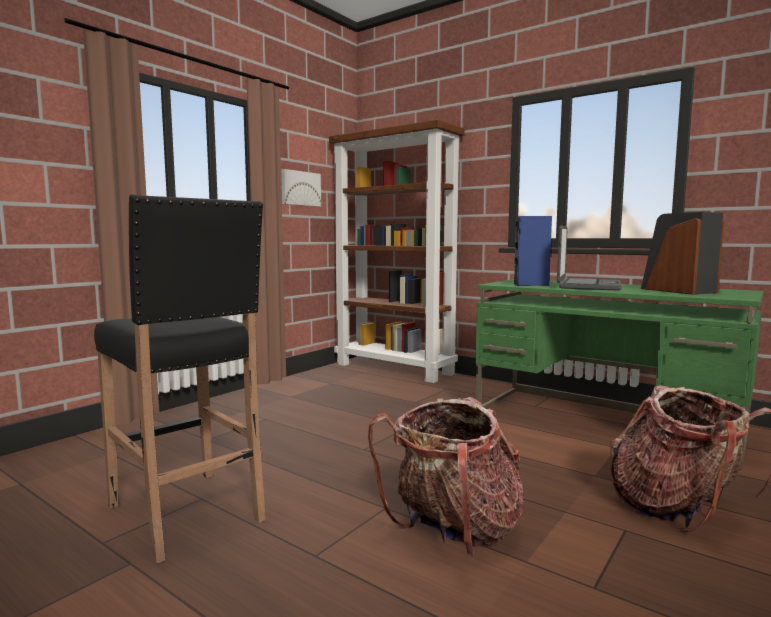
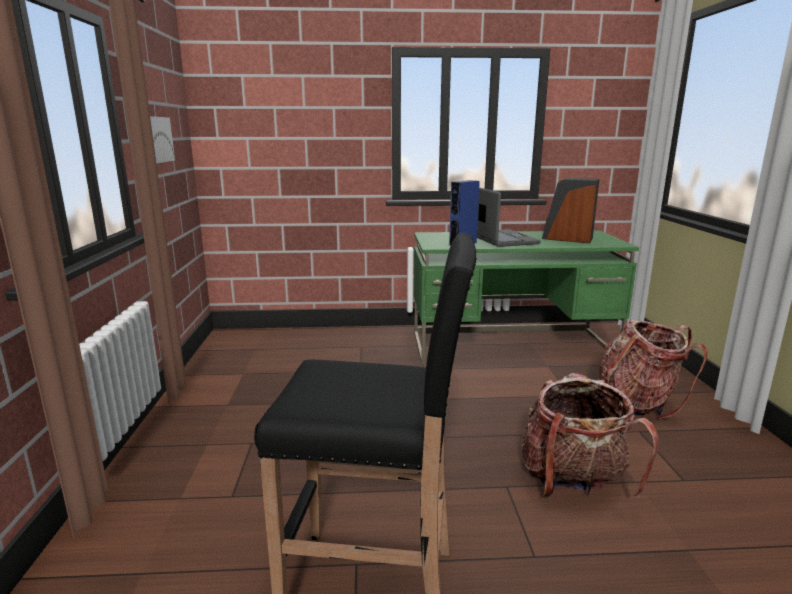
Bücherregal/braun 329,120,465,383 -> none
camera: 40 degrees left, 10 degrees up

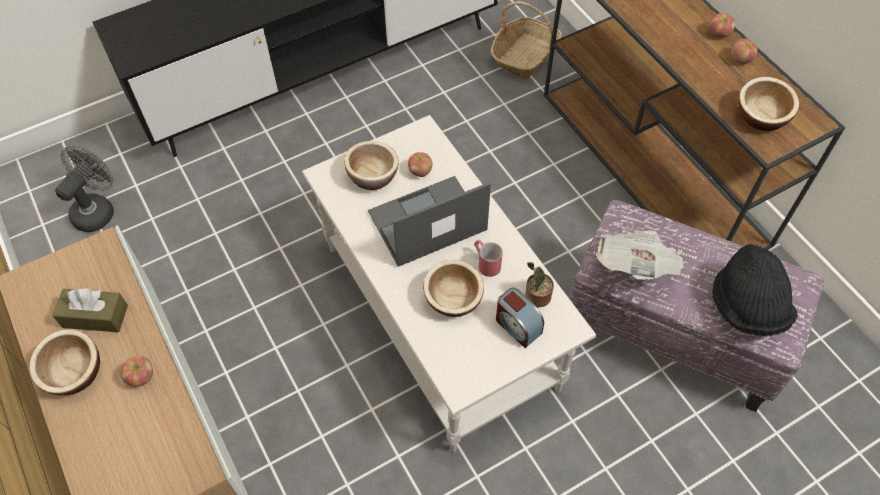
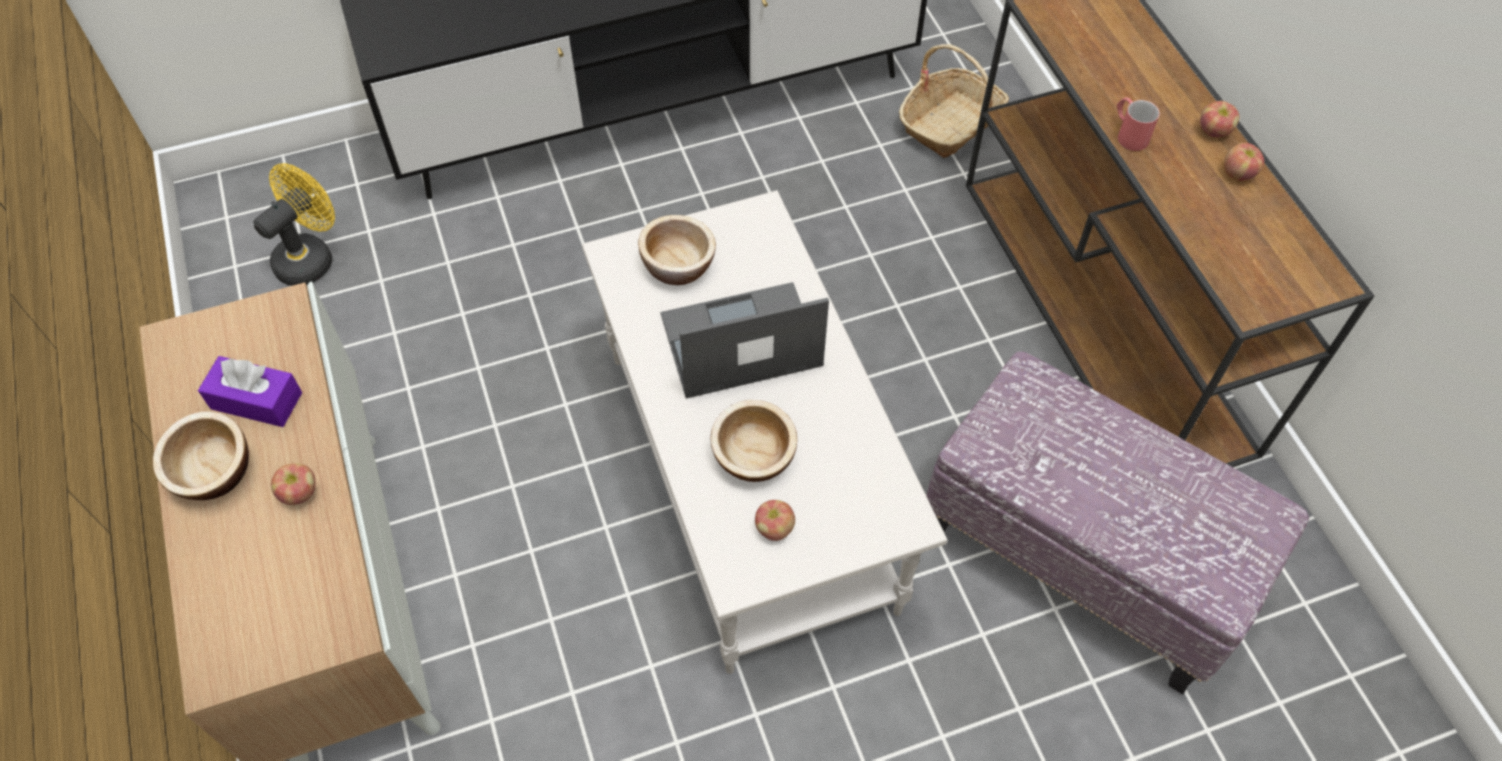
Wecker 496,287,544,348 -> none
Topfpflanze 525,262,554,307 -> none
Zeitung 596,230,686,280 -> none
Hut/schwarz 712,244,798,336 -> none
Schüssel 738,77,799,131 -> none
Apfel 408,152,433,177 -> Apfel 755,500,795,541, move
Henkelbecher/rot 474,240,503,277 -> Henkelbecher/rot 1117,97,1160,151, move
Taschentuchbox/braun 53,288,128,332 -> Taschentuchbox/lila 198,356,302,427
Ventilator/grau 55,146,114,232 -> Ventilator/gelb 254,163,335,286
camera: 10 degrees right, 0 degrees up

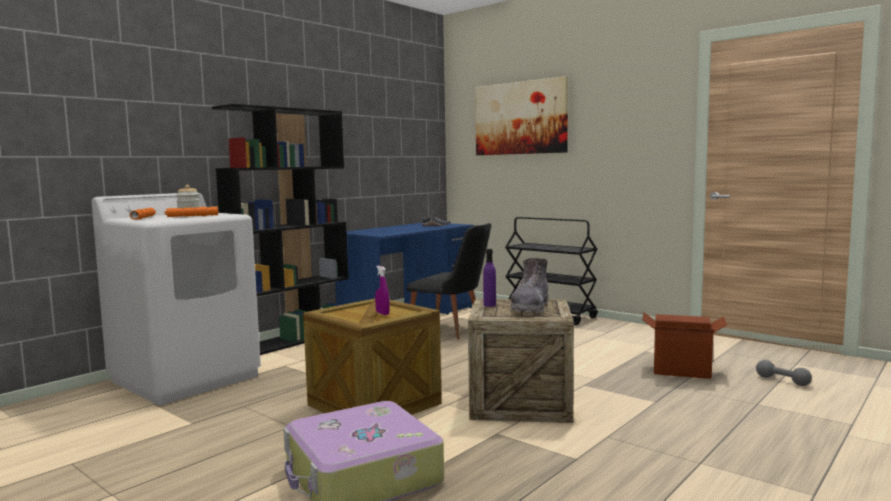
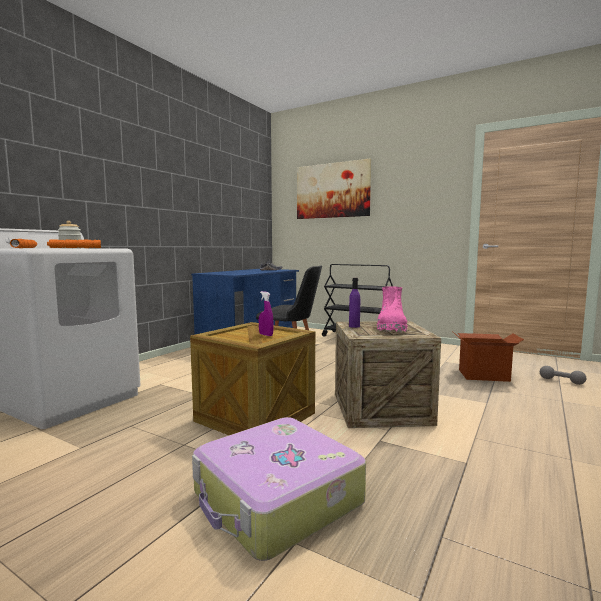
Bücherregal/schwarz 212,104,349,355 -> none
Stiefel/grau 510,258,548,314 -> Stiefel/rosa 377,286,407,332
camera: 10 degrees left, 0 degrees up

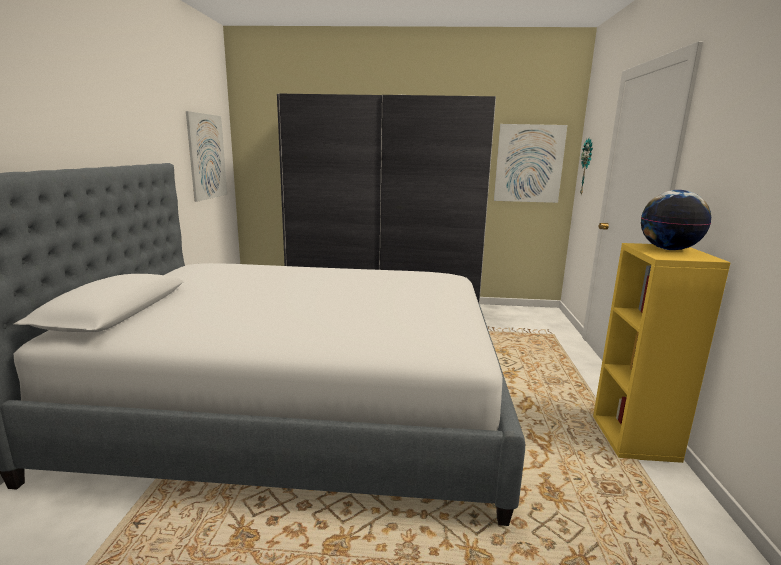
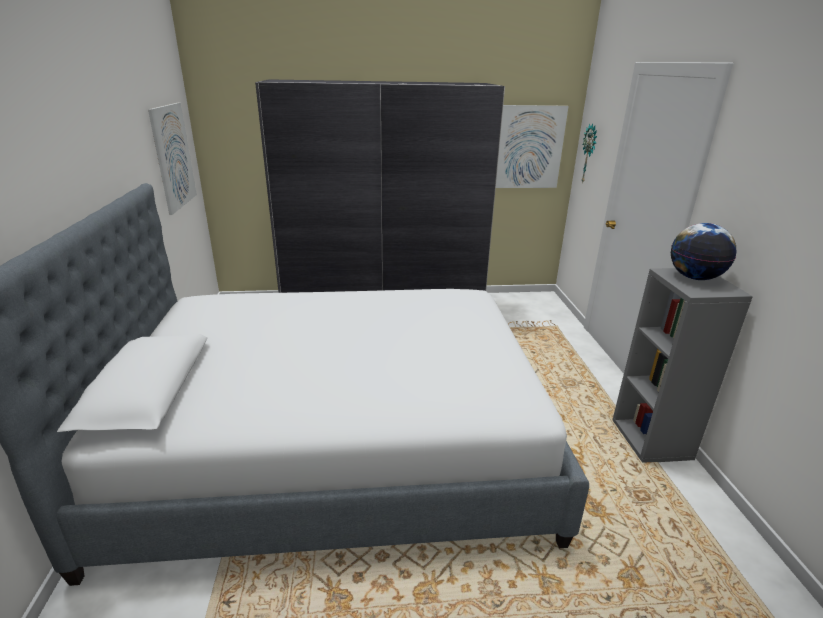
Bücherregal/gelb 593,243,731,463 -> Bücherregal/grau 613,268,753,463
camera: 10 degrees left, 10 degrees up

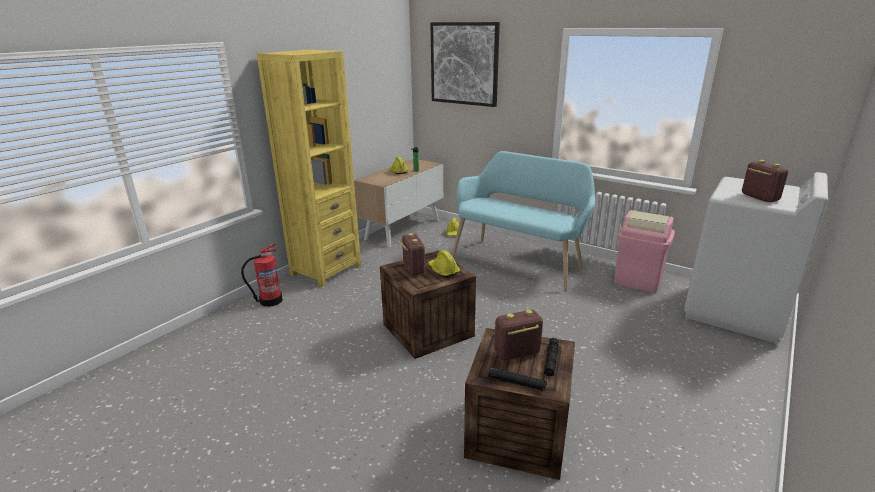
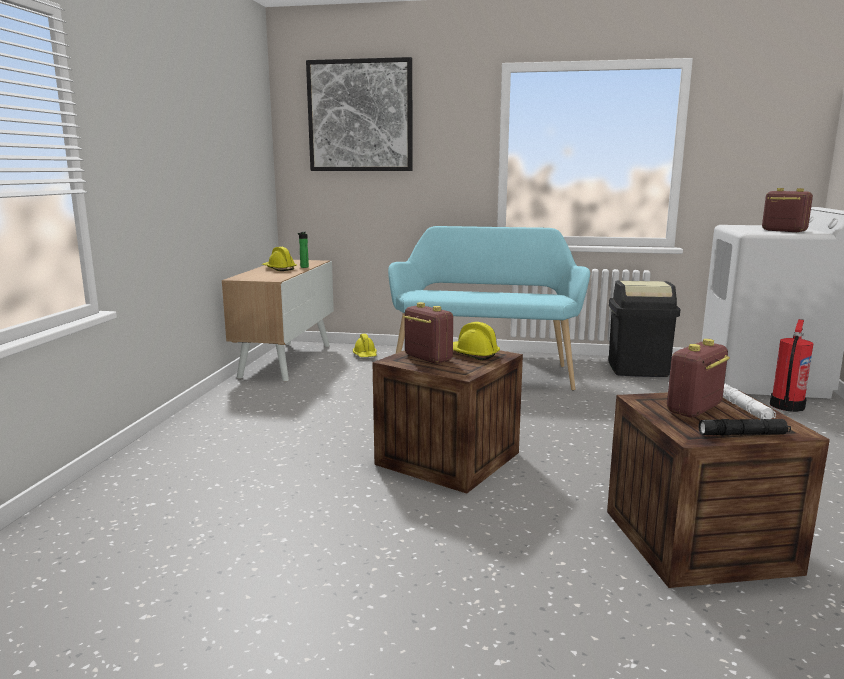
Bücherregal/gelb 257,50,361,287 -> none
Feuerlöscher 241,243,283,307 -> Feuerlöscher 770,319,813,412, move
Taschenlampe/schwarz 544,338,559,377 -> Taschenlampe/weiß 723,383,776,420
Mülleimer/rosa 614,210,675,293 -> Mülleimer/schwarz 609,280,681,377
camera: 25 degrees left, 10 degrees down

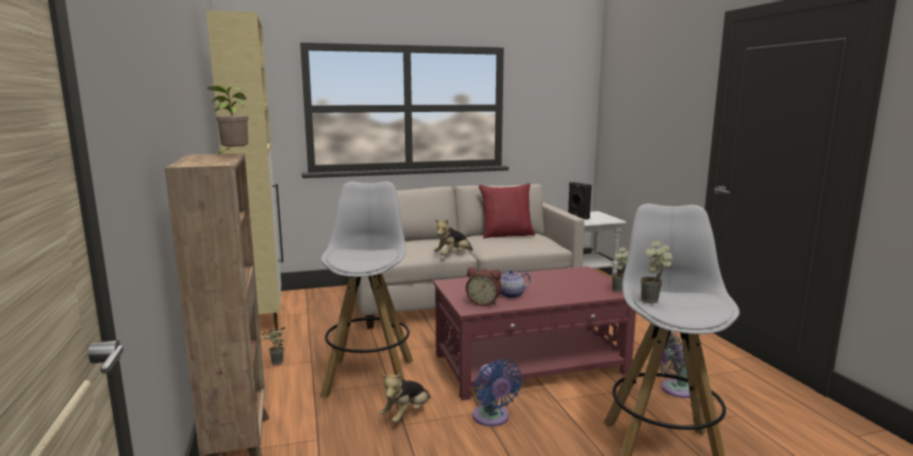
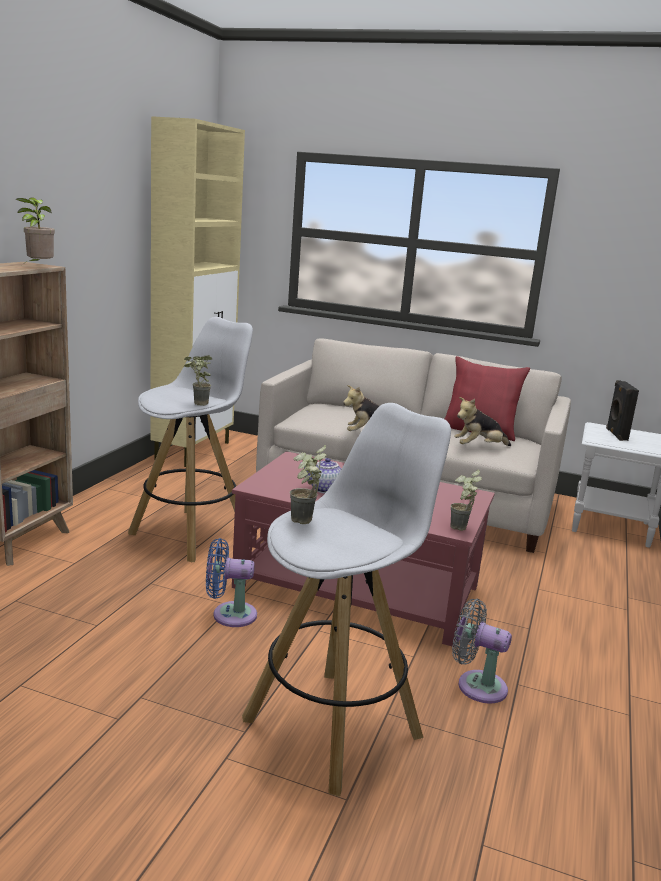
Wecker 466,267,502,306 -> none
Topfpflanze 262,327,285,366 -> Topfpflanze 184,355,212,406, move
Plüschtier 380,373,431,423 -> Plüschtier 454,397,511,446, move
Ventilator/blau 472,359,522,427 -> Ventilator/blau 206,538,257,627, 75 degrees clockwise
camera: 35 degrees right, 5 degrees up

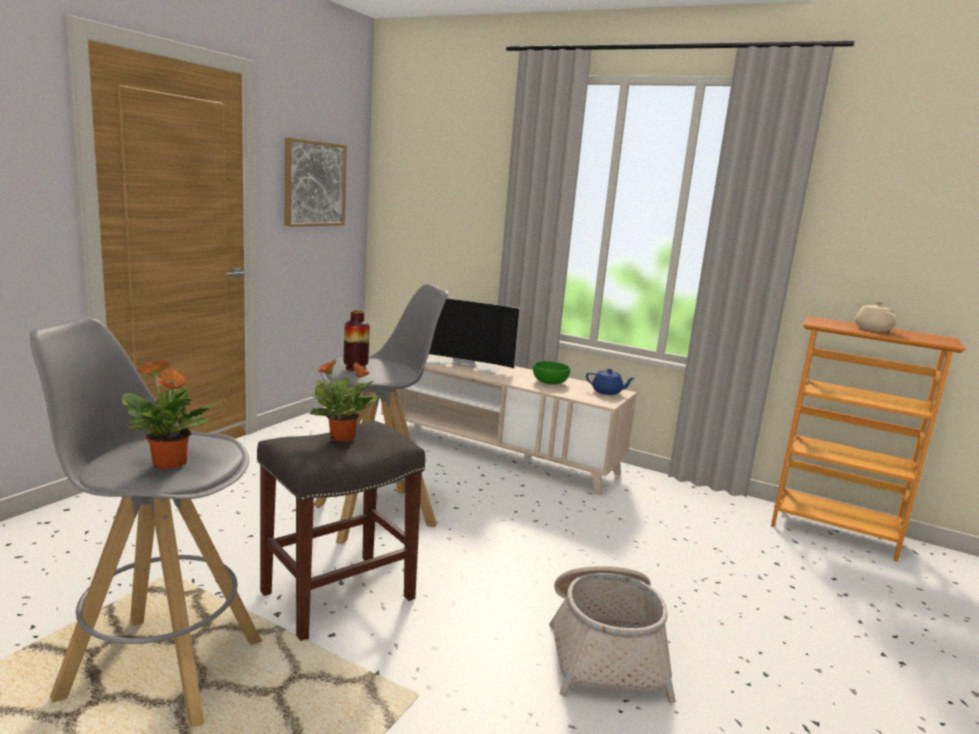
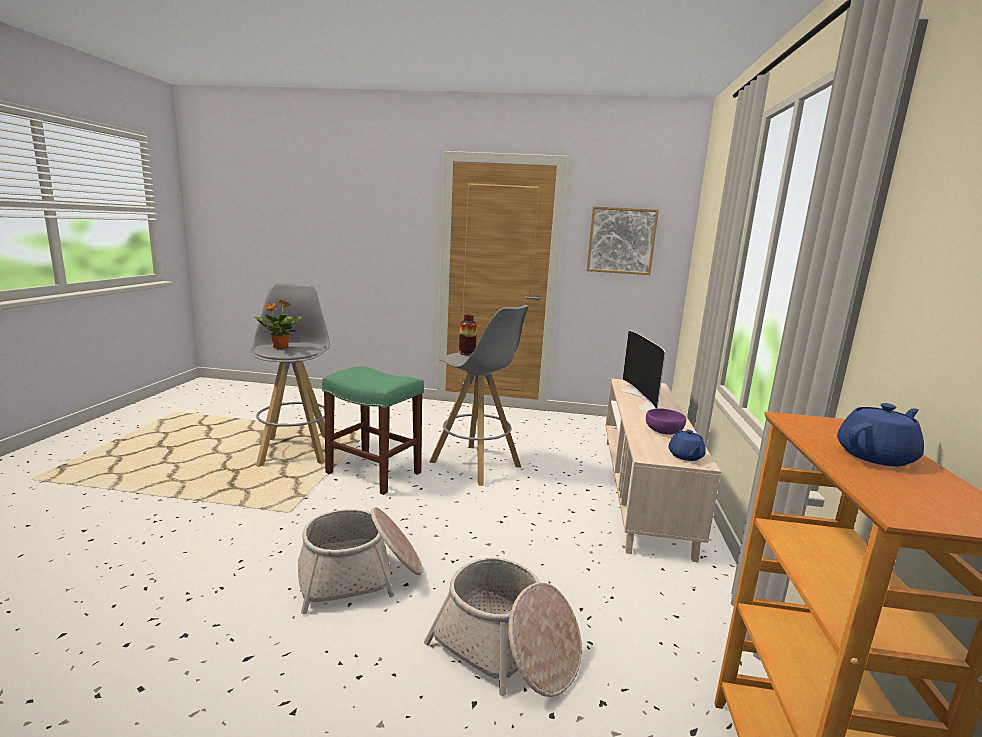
Topfpflanze 307,360,379,442 -> none
none -> Korb 424,557,582,697
Hocker/grau 257,421,425,641 -> Hocker/grün 322,366,424,495
Schüssel/grün 533,361,570,384 -> Schüssel/lila 646,408,686,435
Teekanne/beige 855,301,897,332 -> Teekanne/blau 837,403,924,466
camera: 70 degrees right, 0 degrees up

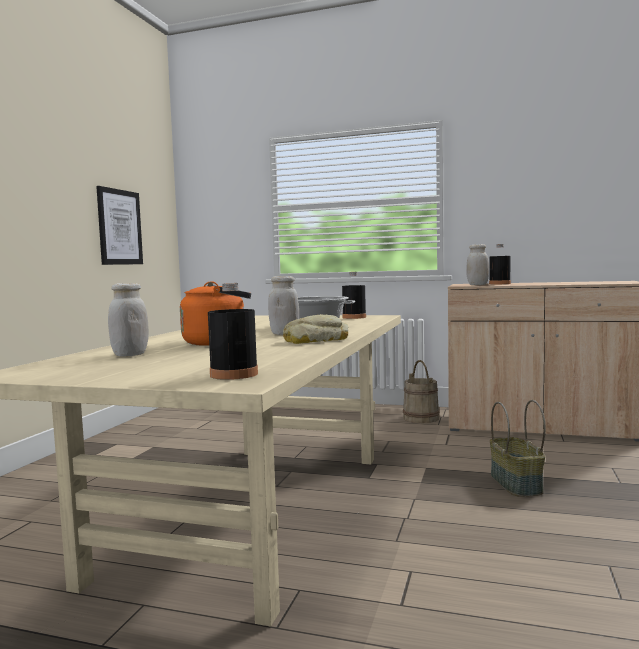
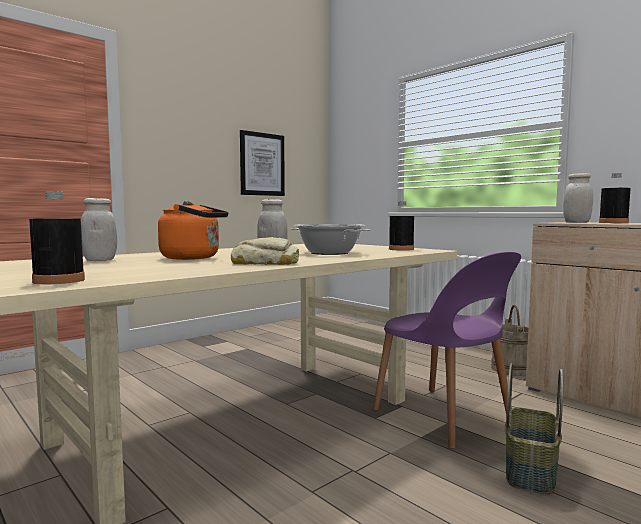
none -> Stuhl/lila 373,252,521,449
camera: 30 degrees right, 0 degrees up

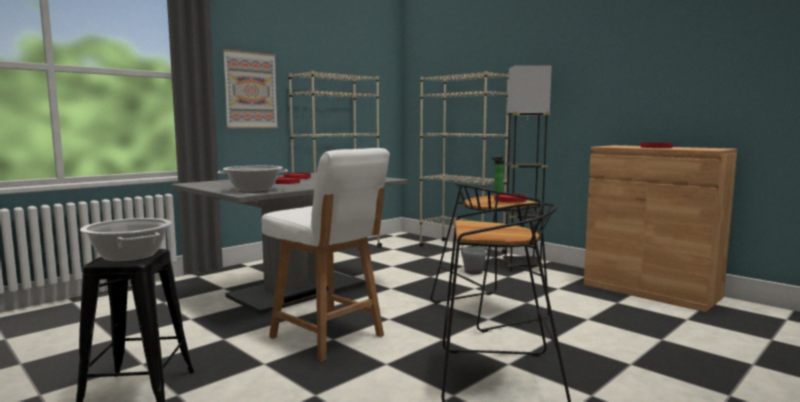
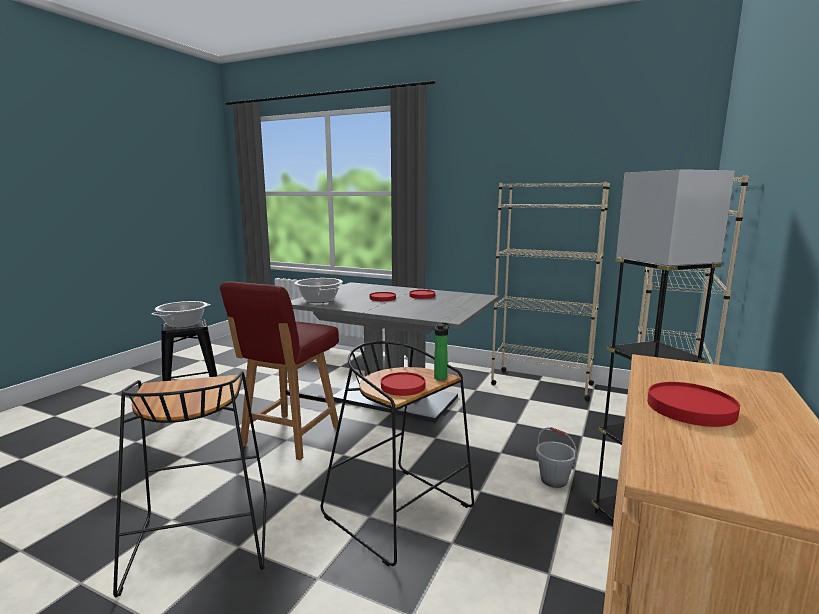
Bild 223,49,278,128 -> none
Stuhl/weiß 261,148,390,362 -> Stuhl/rot 220,282,339,460
camera: 70 degrees right, 5 degrees up

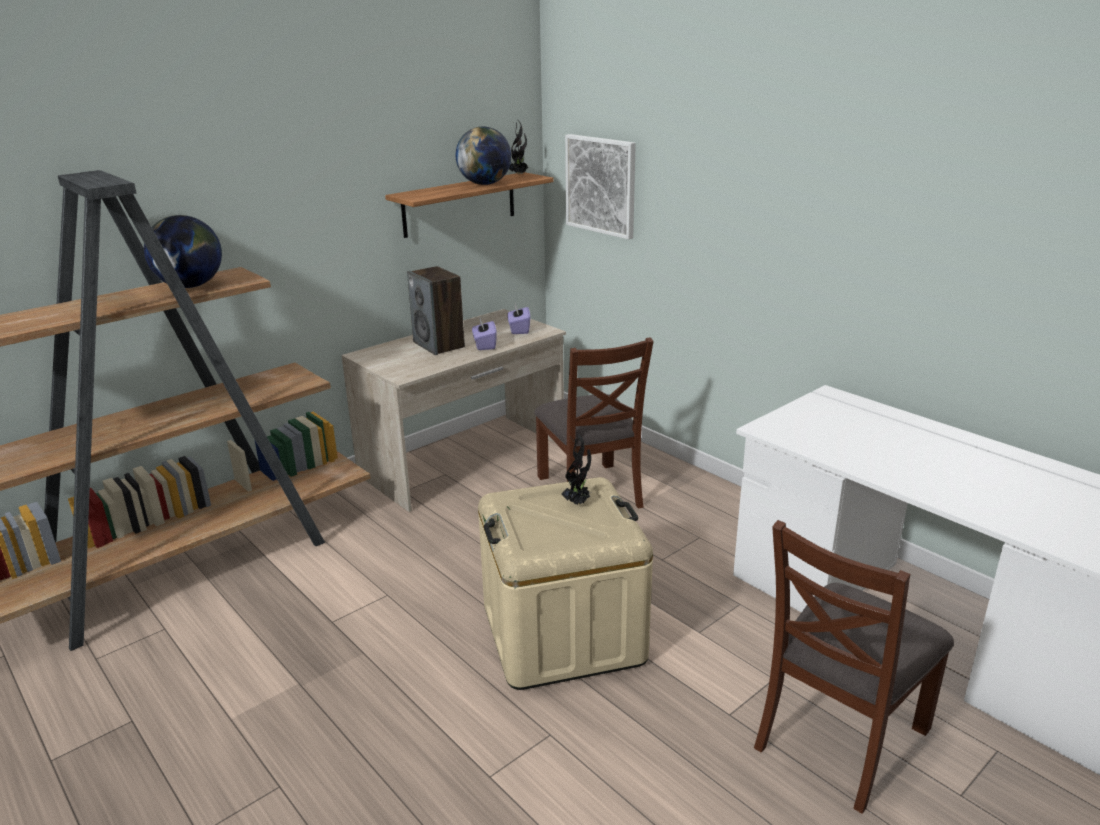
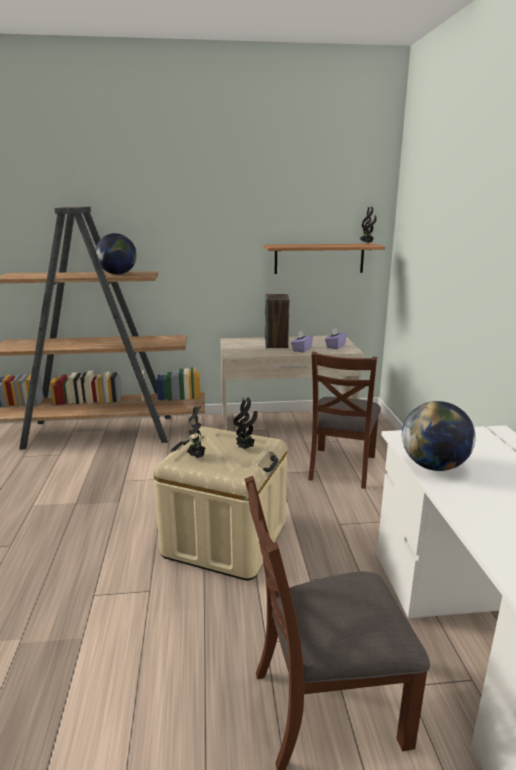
Bild 565,134,636,240 -> none
none -> Topfpflanze 187,406,208,458
Globus 456,126,512,185 -> Globus 402,401,476,471, move
camera: 35 degrees right, 5 degrees down

